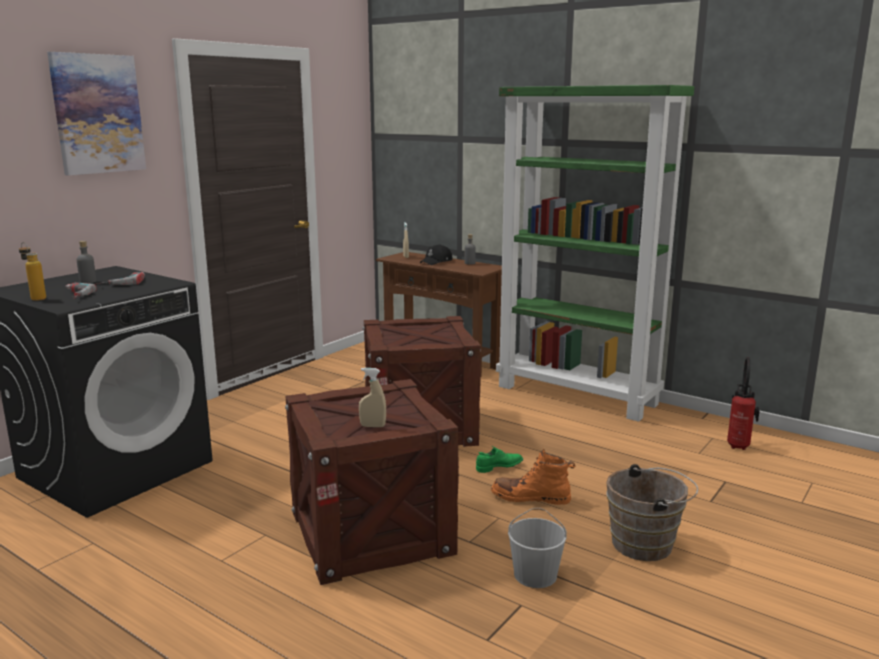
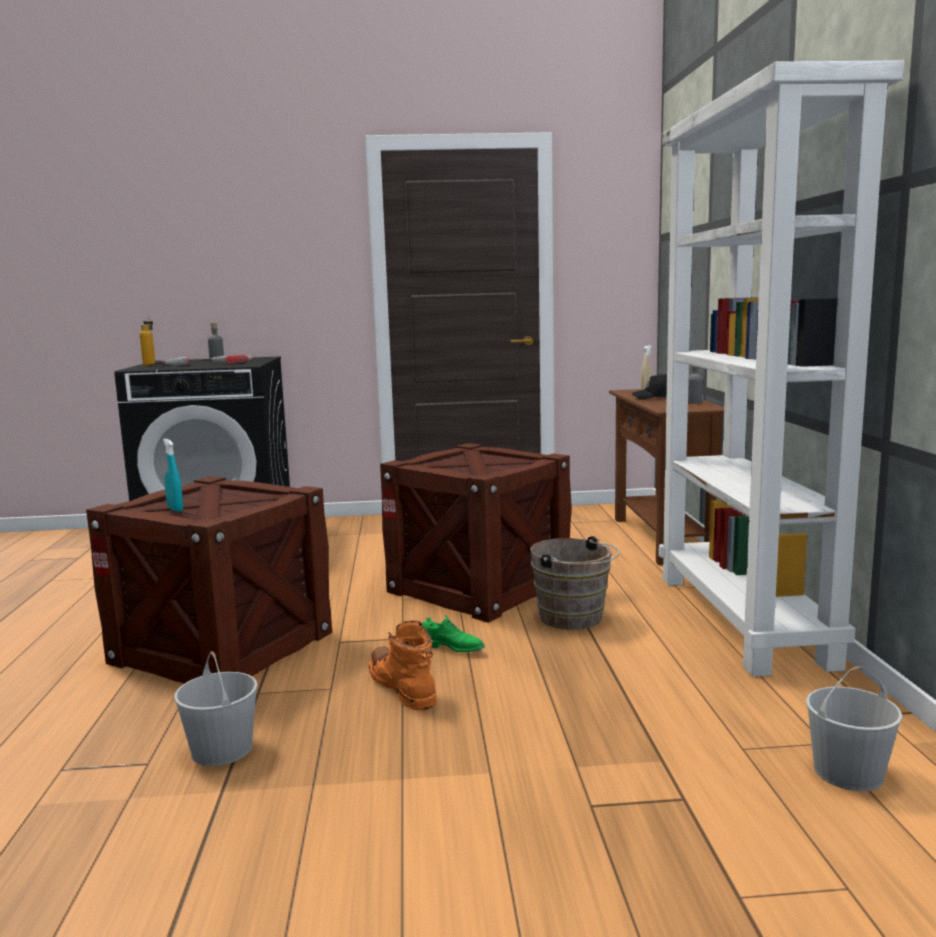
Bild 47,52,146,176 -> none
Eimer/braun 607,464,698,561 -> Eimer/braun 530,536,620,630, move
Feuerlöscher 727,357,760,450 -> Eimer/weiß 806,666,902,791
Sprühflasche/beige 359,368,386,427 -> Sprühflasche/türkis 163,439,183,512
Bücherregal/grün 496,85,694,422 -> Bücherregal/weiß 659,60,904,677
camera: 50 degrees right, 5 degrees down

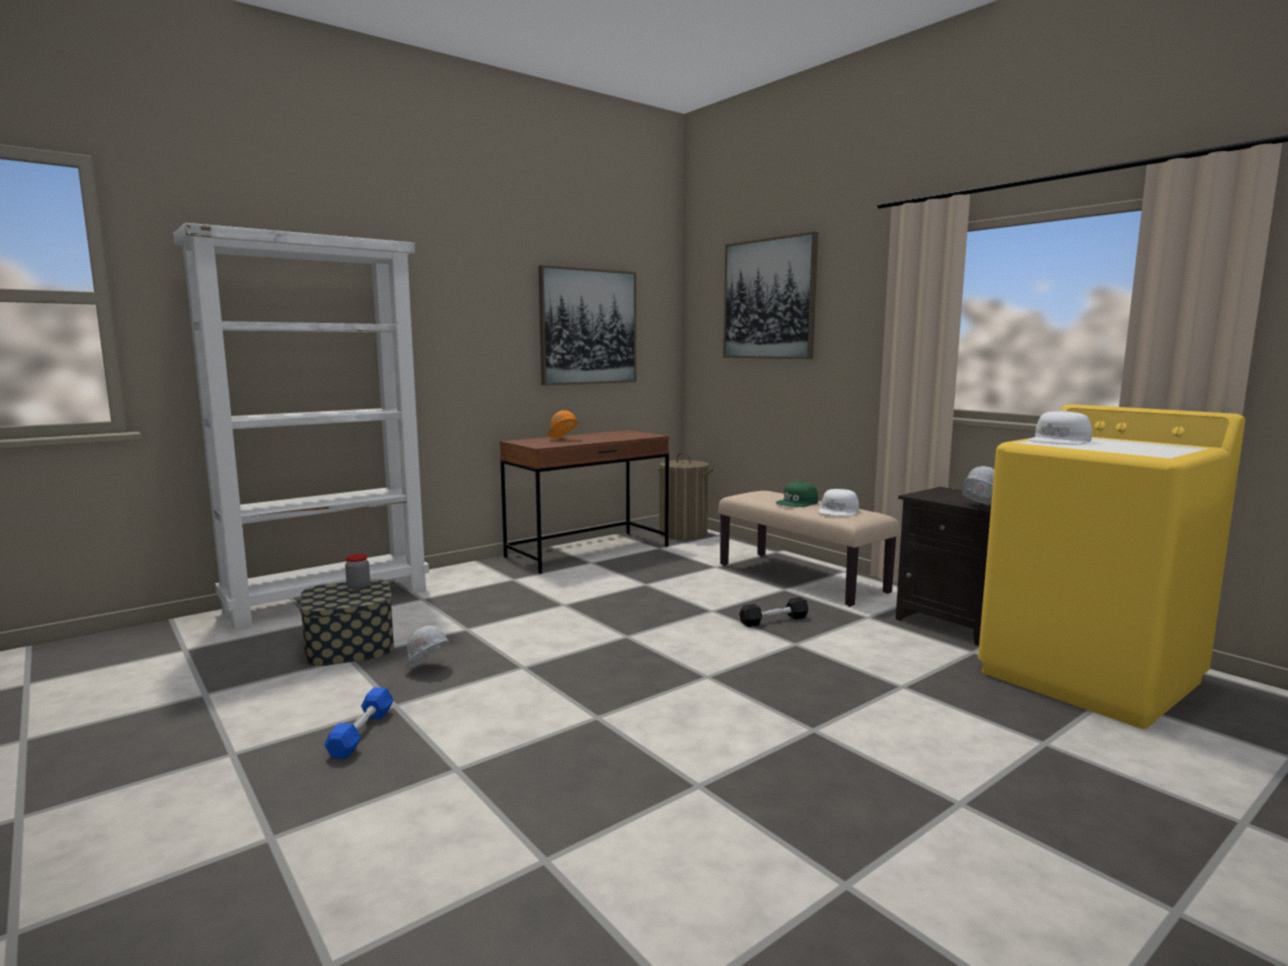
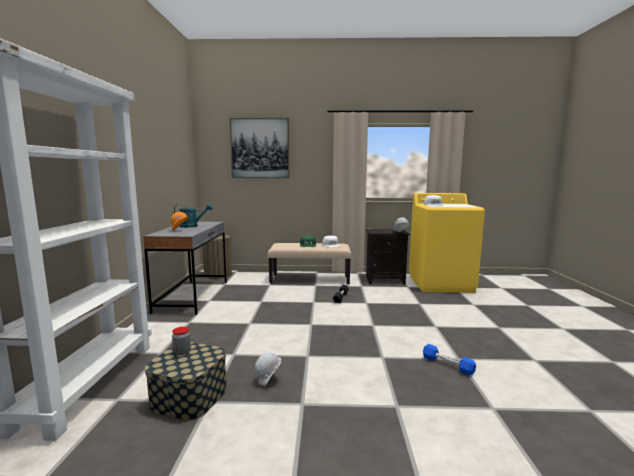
Bild 538,265,636,386 -> none
none -> Gießkanne/türkis 174,204,212,228
Hantel/blau 324,687,394,759 -> Hantel/blau 423,344,476,376, move
Schreibtisch/braun 500,430,669,574 -> Schreibtisch/grau 143,221,227,315
camera: 50 degrees left, 0 degrees up

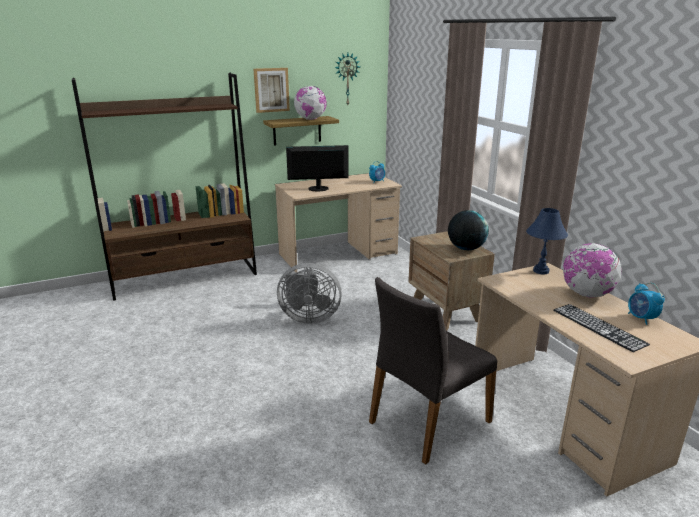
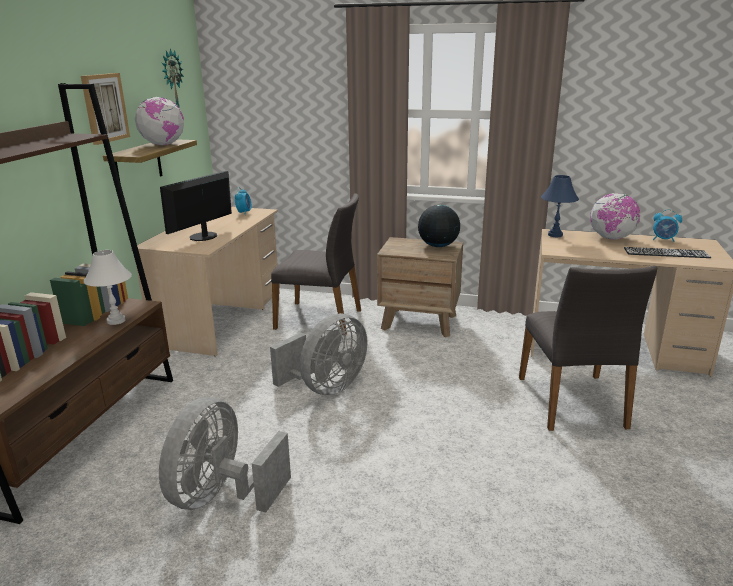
none -> Tischlampe/weiß 84,250,132,325
none -> Ventilator/grau 159,397,291,513
none -> Stuhl/grau 271,193,361,335
camera: 50 degrees left, 0 degrees up

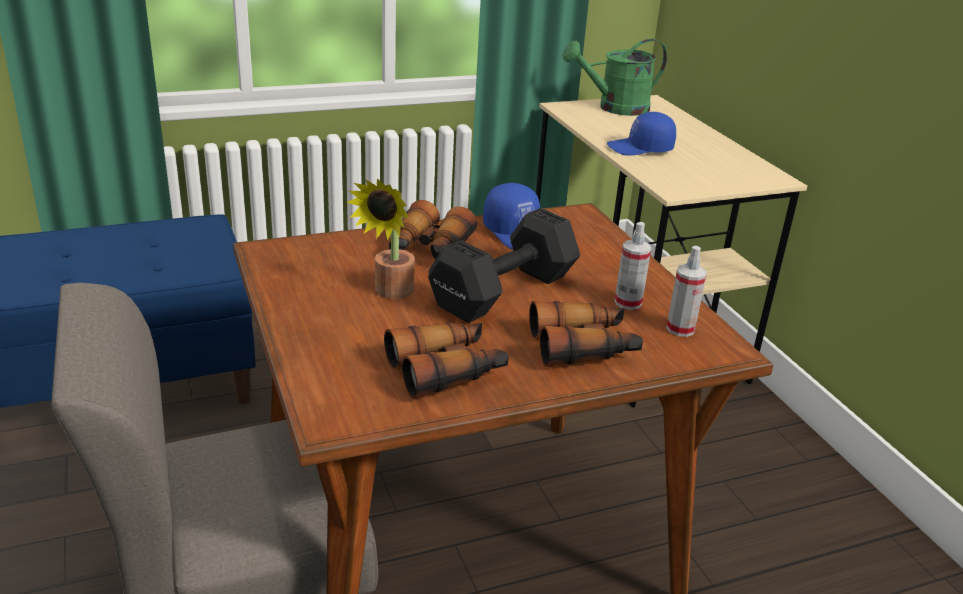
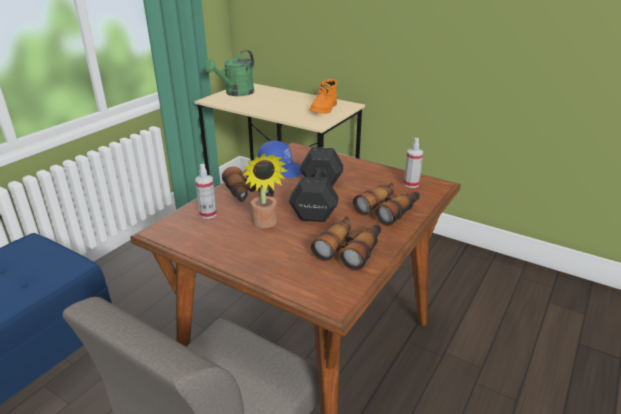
Kappe/blau 607,112,676,156 -> none
none -> Stiefel/orange 310,79,337,114
Sprühflasche 614,222,651,310 -> Sprühflasche 195,164,217,219, move
camera: 35 degrees left, 0 degrees up

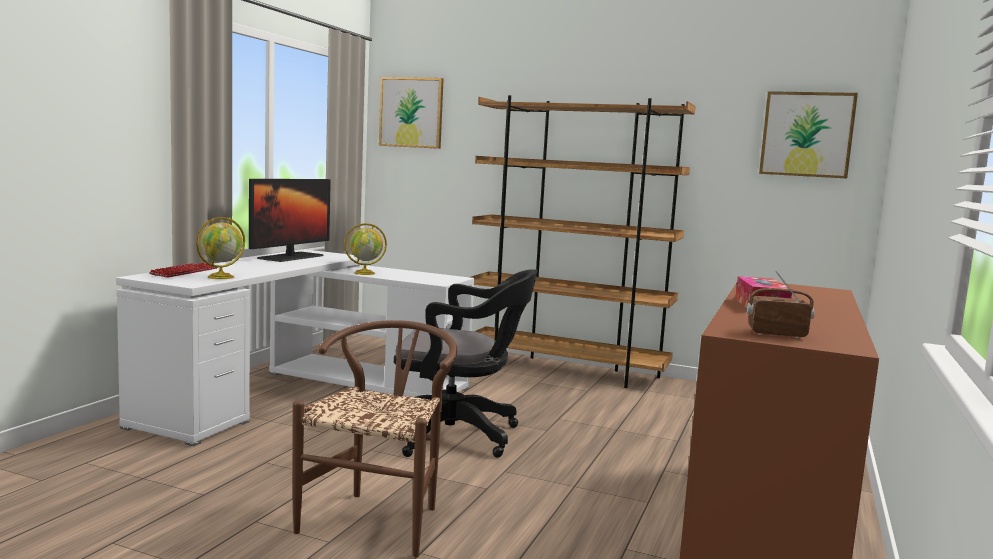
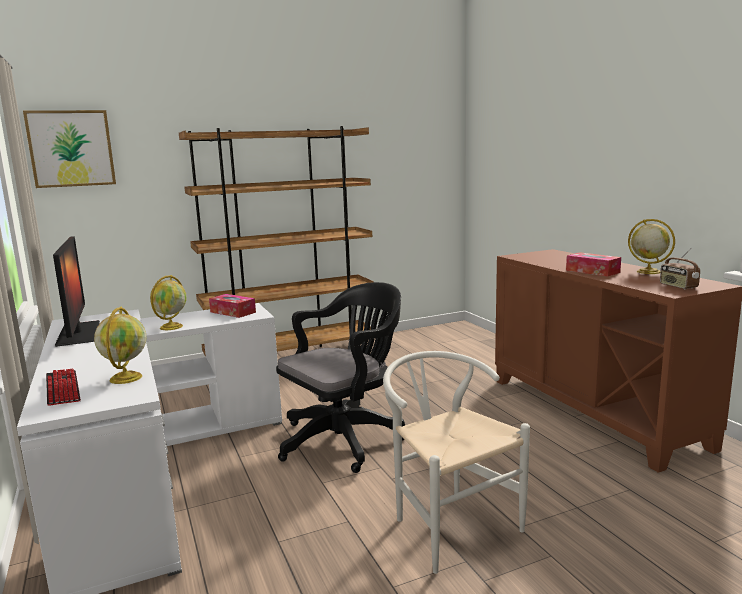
Bild 759,91,858,178 -> none
none -> Taschentuchbox 209,294,256,318
none -> Globus 628,219,675,274
Stuhl/braun 292,320,457,557 -> Stuhl/weiß 383,351,530,574
Radio 747,271,814,338 -> Radio 660,248,700,289, 75 degrees counterclockwise
camera: 45 degrees left, 5 degrees up

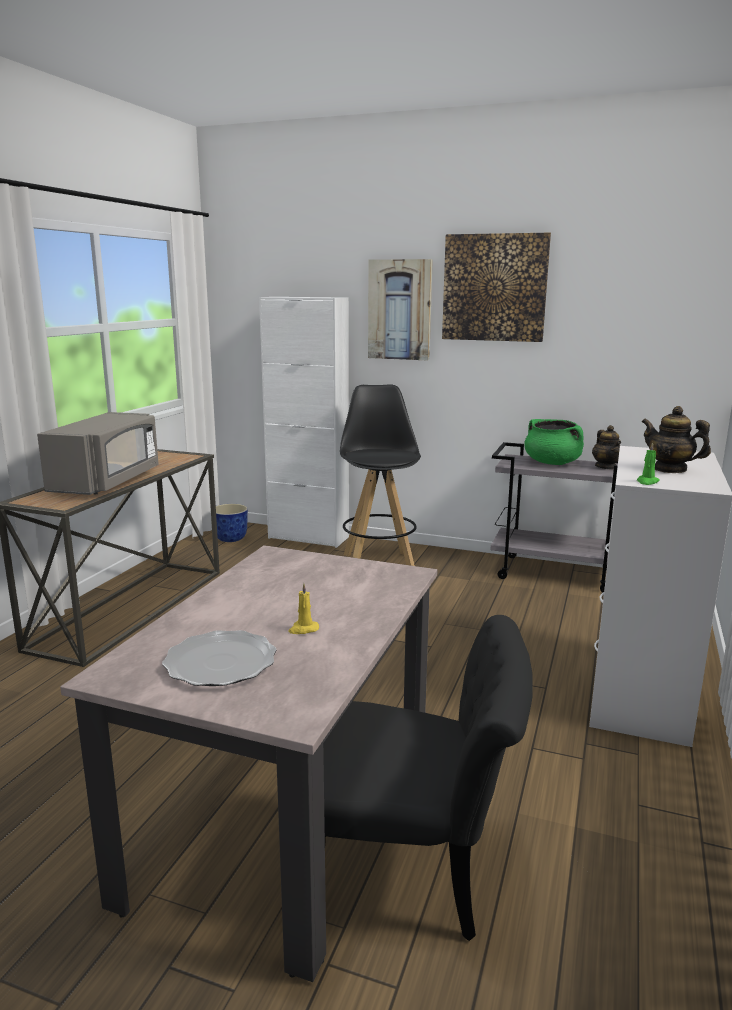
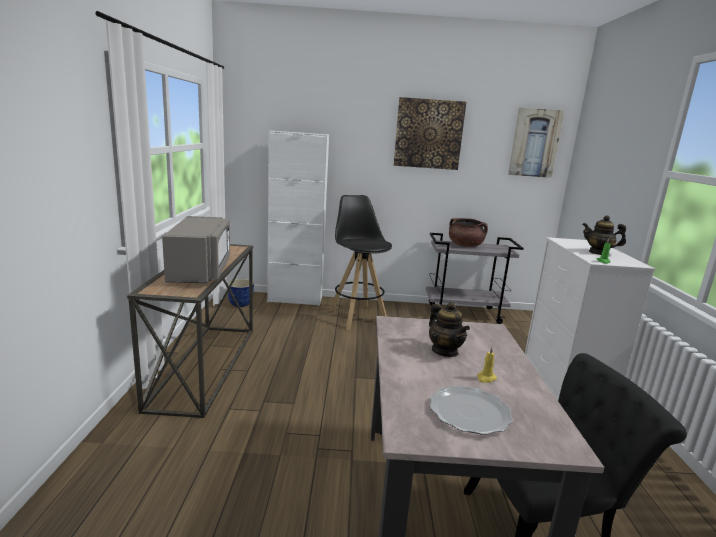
Bild 368,259,433,360 -> Bild 508,107,564,178, move
Teekanne 592,425,621,470 -> Teekanne 429,302,470,357, move
Kochtopf/grün 524,419,584,465 -> Kochtopf/braun 449,218,488,247
camera: 20 degrees left, 0 degrees up

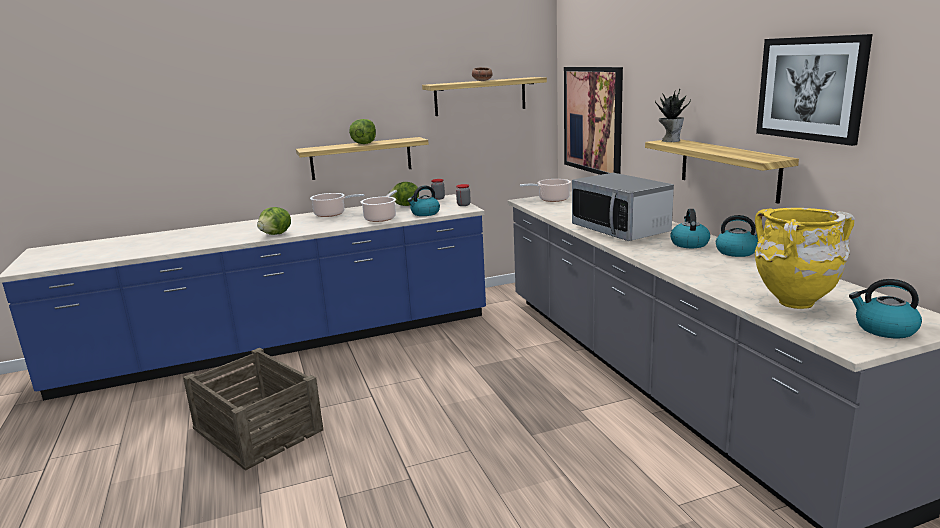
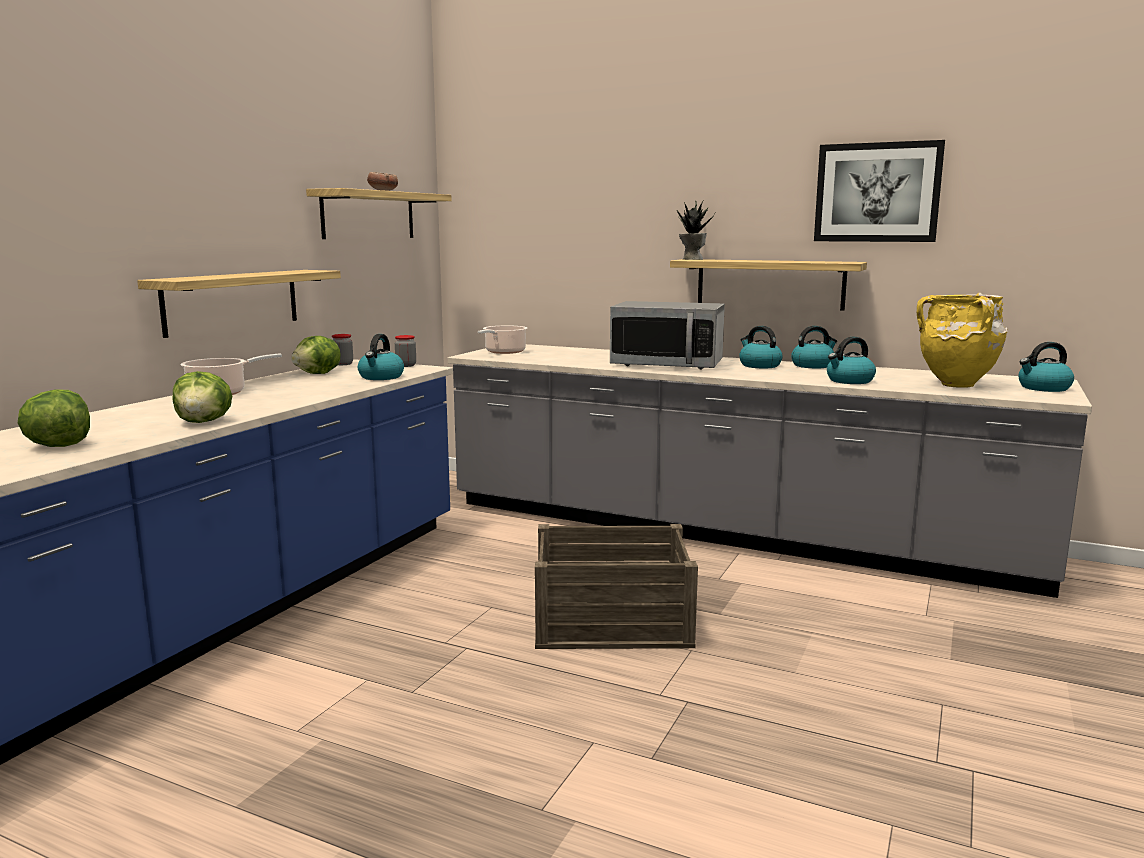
Kochtopf 360,190,397,222 -> none
Bild 564,67,623,175 -> none
none -> Wasserkessel 827,337,876,384
Kiste 183,348,323,471 -> Kiste 535,524,698,649, move
Salatkopf 349,119,376,144 -> Salatkopf 18,389,90,447, move
camera: 45 degrees left, 5 degrees down

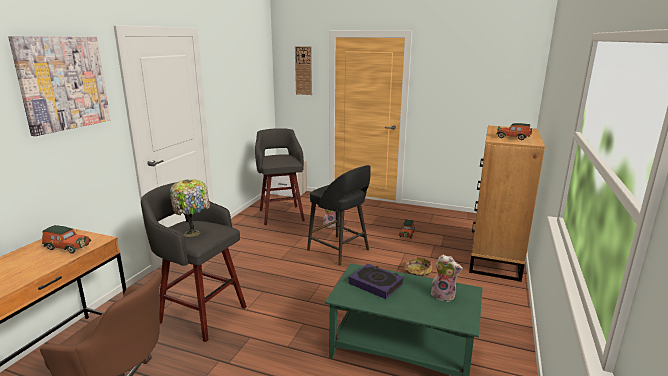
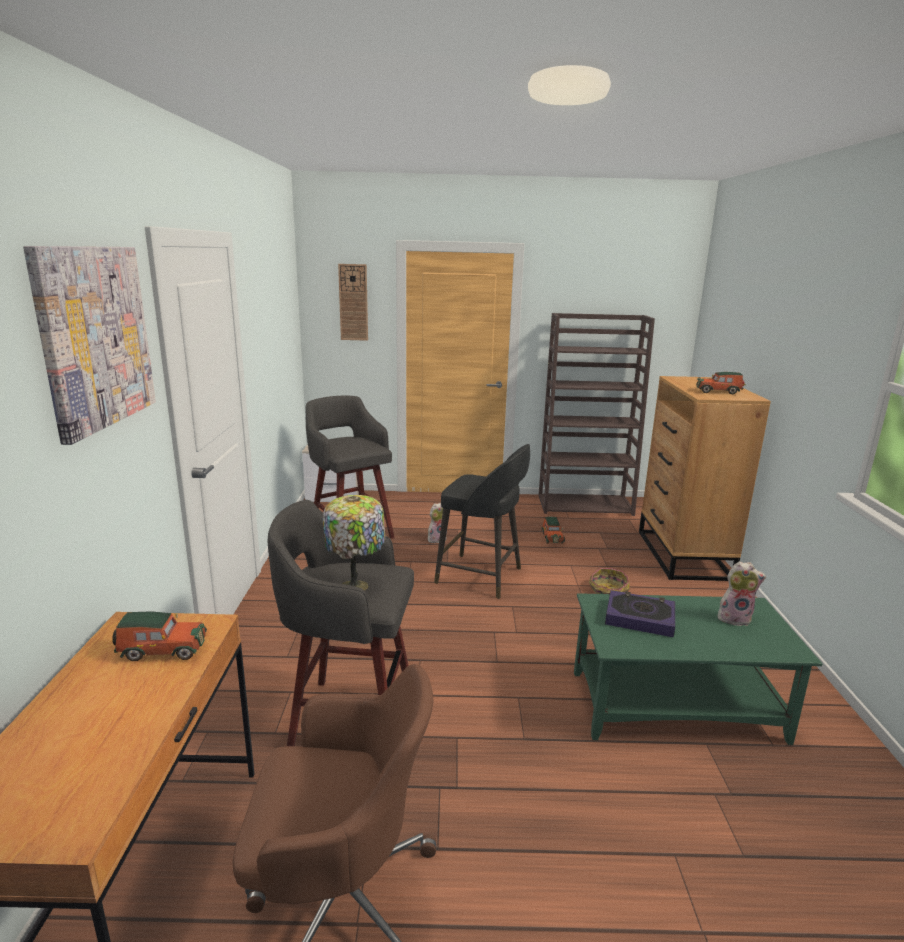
none -> Bücherregal/braun 538,313,655,516
camera: 20 degrees left, 0 degrees up

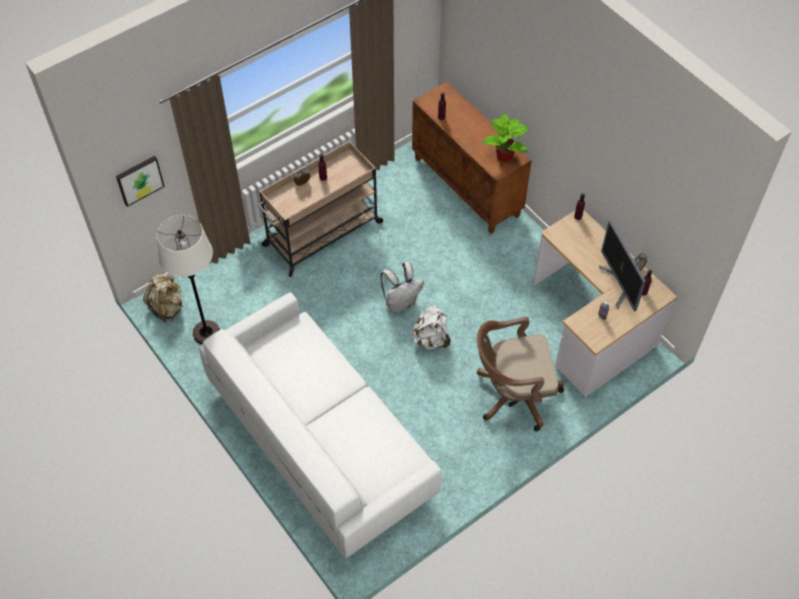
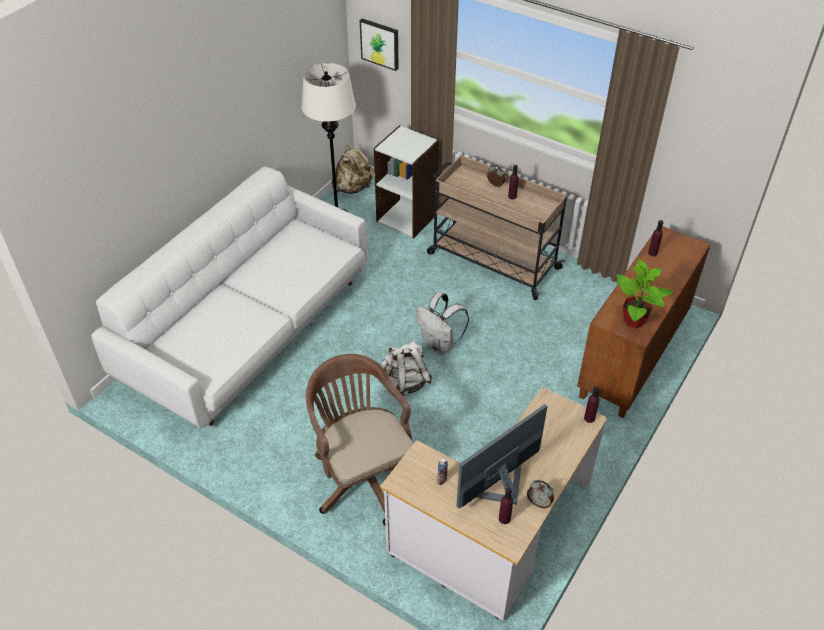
none -> Bücherregal/weiß 374,125,439,238
camera: 70 degrees right, 10 degrees down

